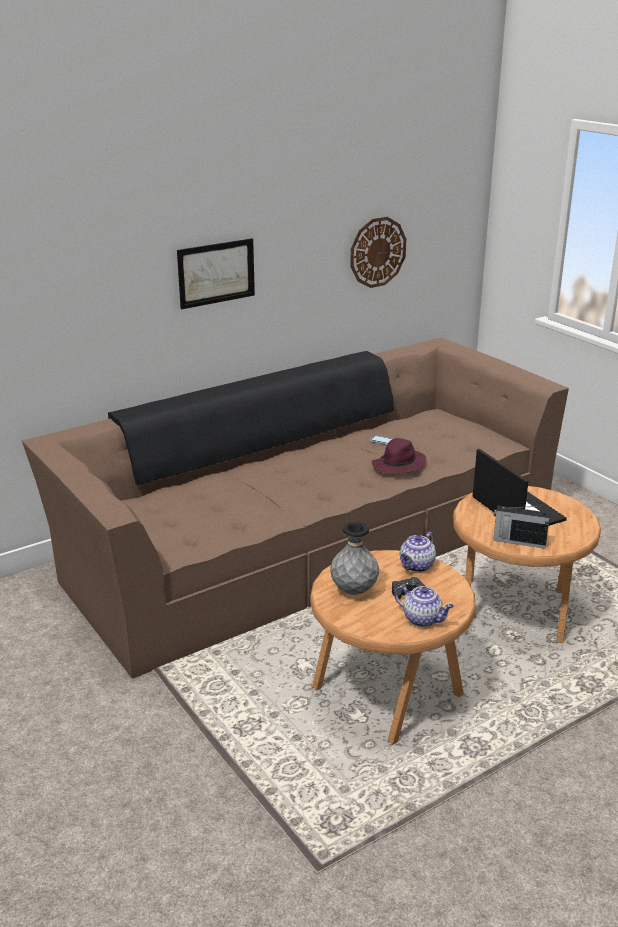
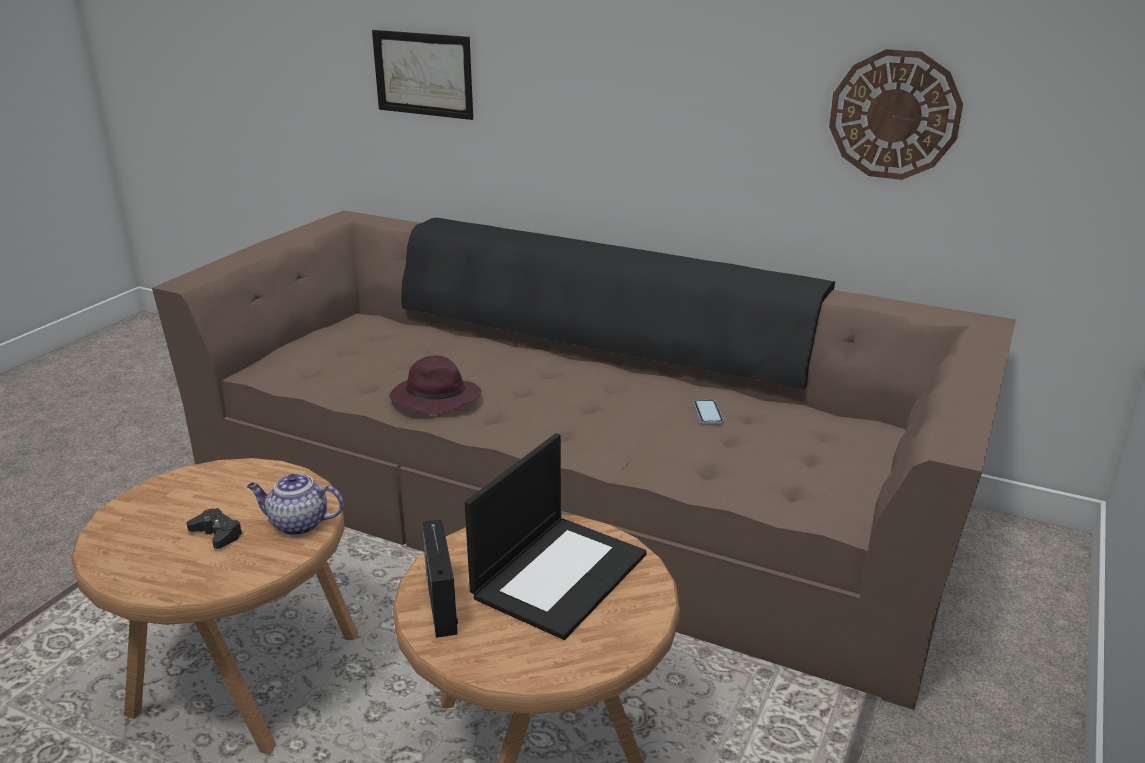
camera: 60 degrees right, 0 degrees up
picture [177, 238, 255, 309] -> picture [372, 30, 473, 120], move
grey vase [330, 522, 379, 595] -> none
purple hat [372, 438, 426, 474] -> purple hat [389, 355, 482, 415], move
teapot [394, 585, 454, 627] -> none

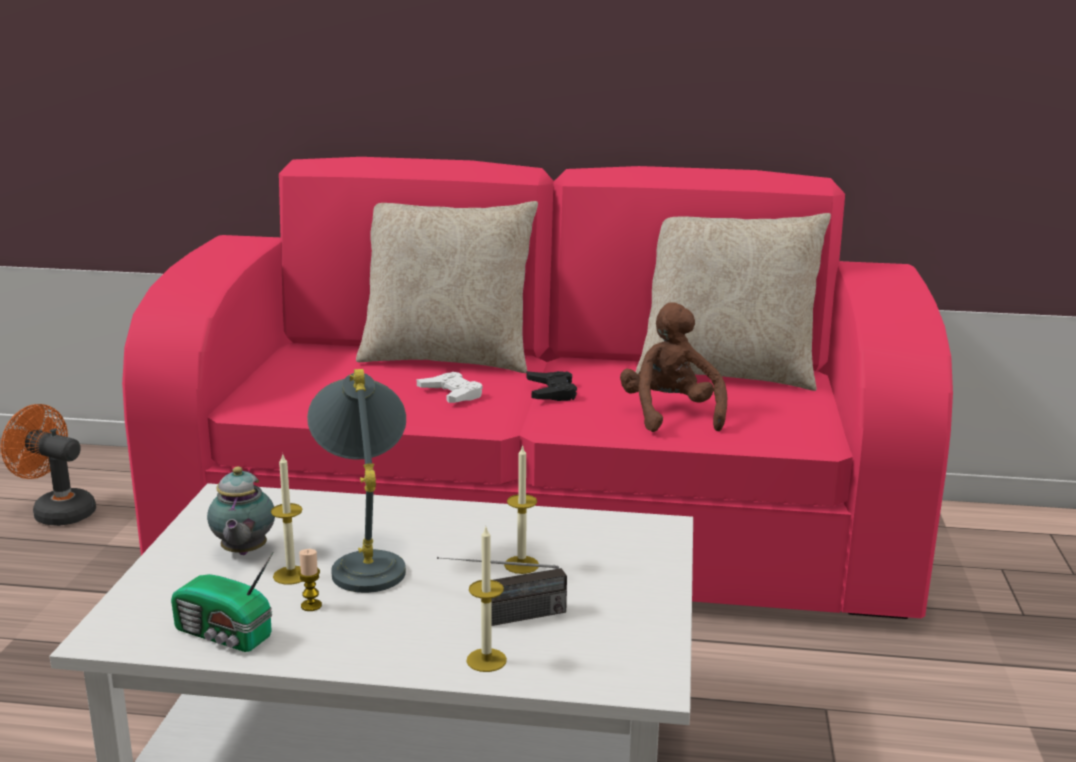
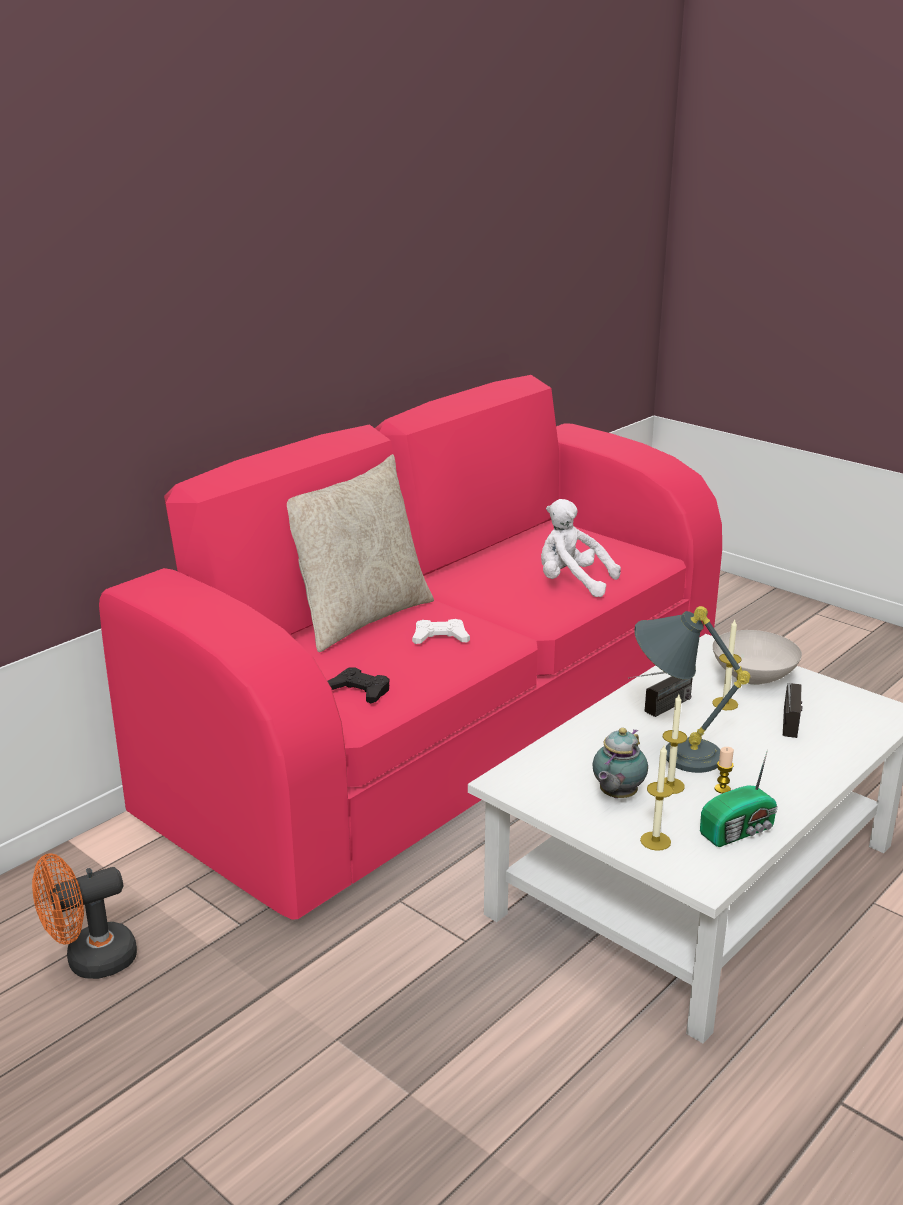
camera: 55 degrees left, 5 degrees up
teapot [207, 467, 275, 555] -> teapot [592, 728, 648, 798], 90 degrees clockwise
candle [466, 527, 507, 672] -> candle [640, 745, 674, 851], move
black game controller [527, 371, 577, 401] -> black game controller [328, 667, 389, 704], move
brown plush toy [620, 302, 727, 432] -> white plush toy [541, 499, 621, 597]
beige pillow [636, 213, 831, 391] -> none
none -> radio [628, 672, 693, 717]
none -> white bowl [712, 630, 802, 685]

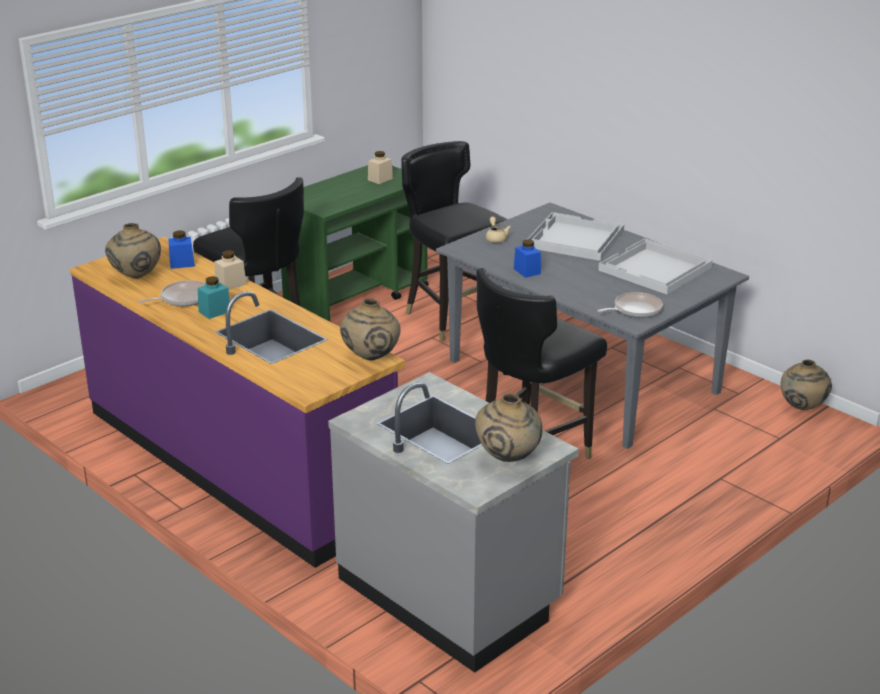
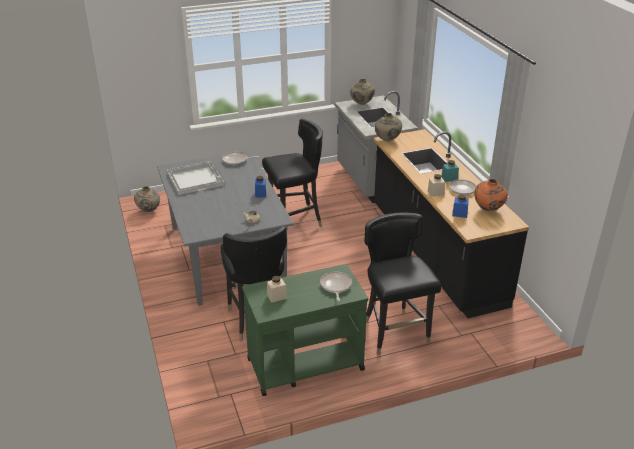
camera: 155 degrees left, 5 degrees up
purple counter [70, 237, 405, 568] -> black counter [373, 129, 529, 318]
beige vase [105, 223, 161, 279] -> orange vase [474, 179, 508, 211]
white tray [527, 212, 624, 261] -> none
none -> frying pan [320, 271, 352, 301]

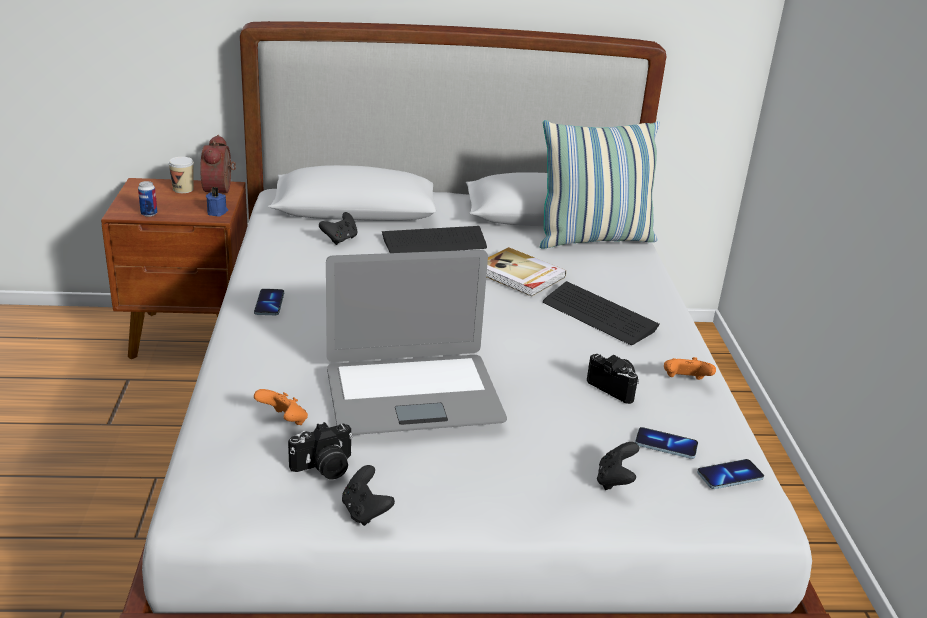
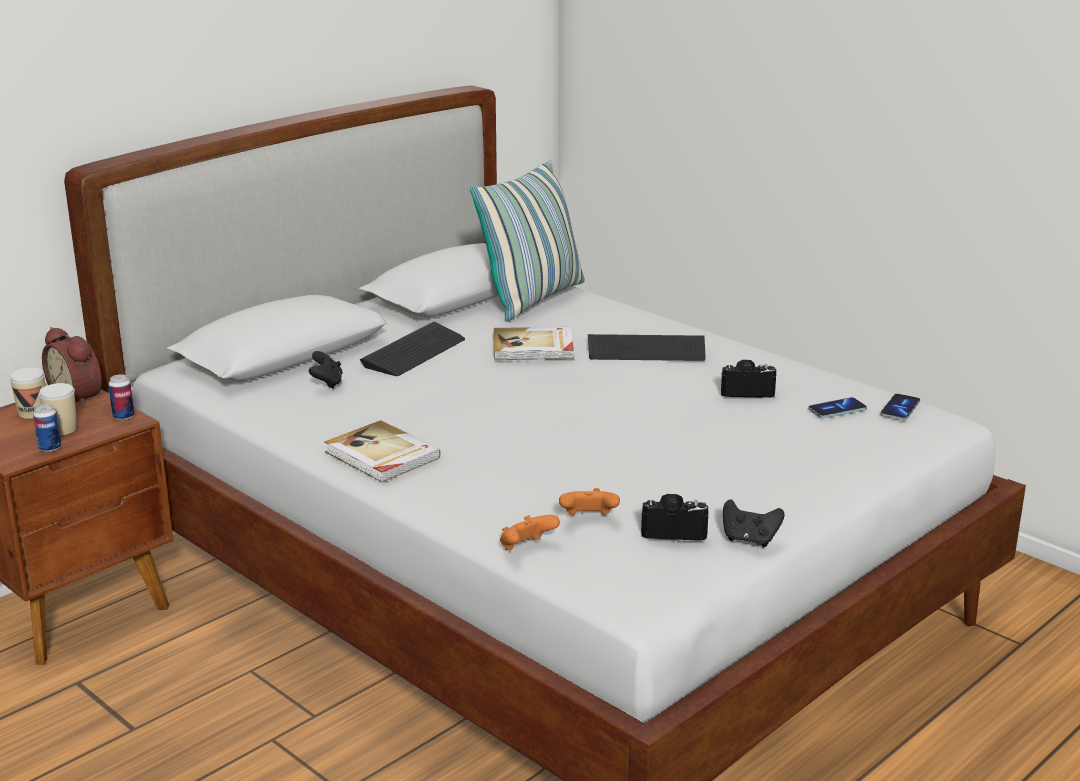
camera: 40 degrees left, 5 degrees down
blue candle [206, 187, 228, 216] -> can [108, 374, 134, 420]
phone [254, 289, 284, 315] -> book [325, 420, 441, 483]
photo camera [288, 422, 353, 480] -> photo camera [641, 494, 709, 541], 105 degrees counterclockwise
laptop [326, 250, 507, 435] -> none
black game controller [597, 442, 639, 490] -> none
orange game controller [664, 357, 716, 380] -> orange game controller [500, 515, 560, 550], move
none -> cup [39, 383, 77, 435]

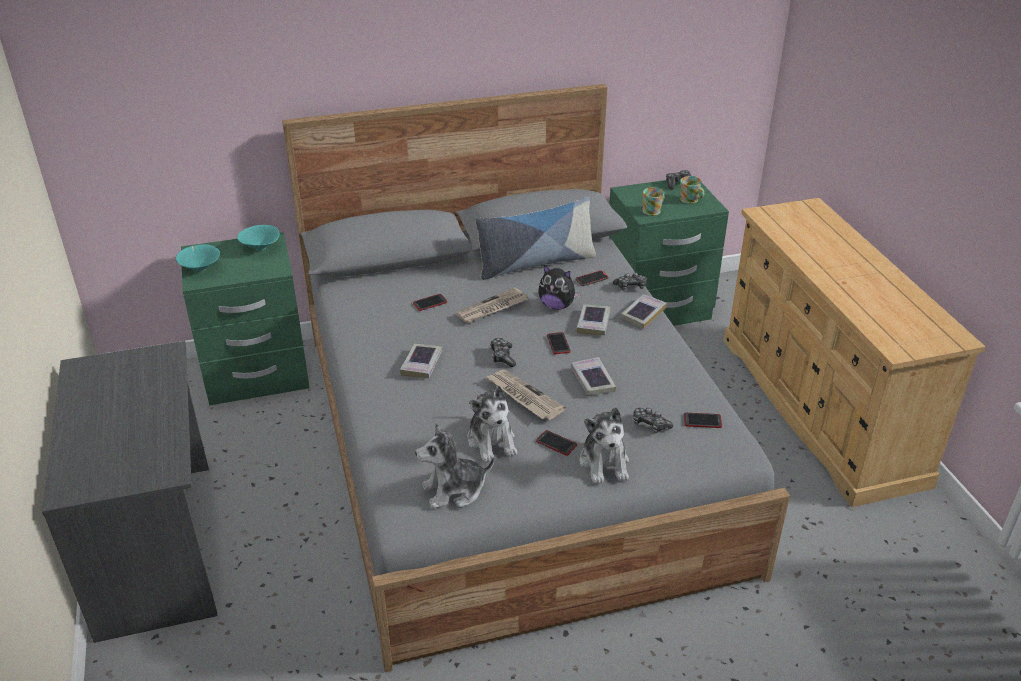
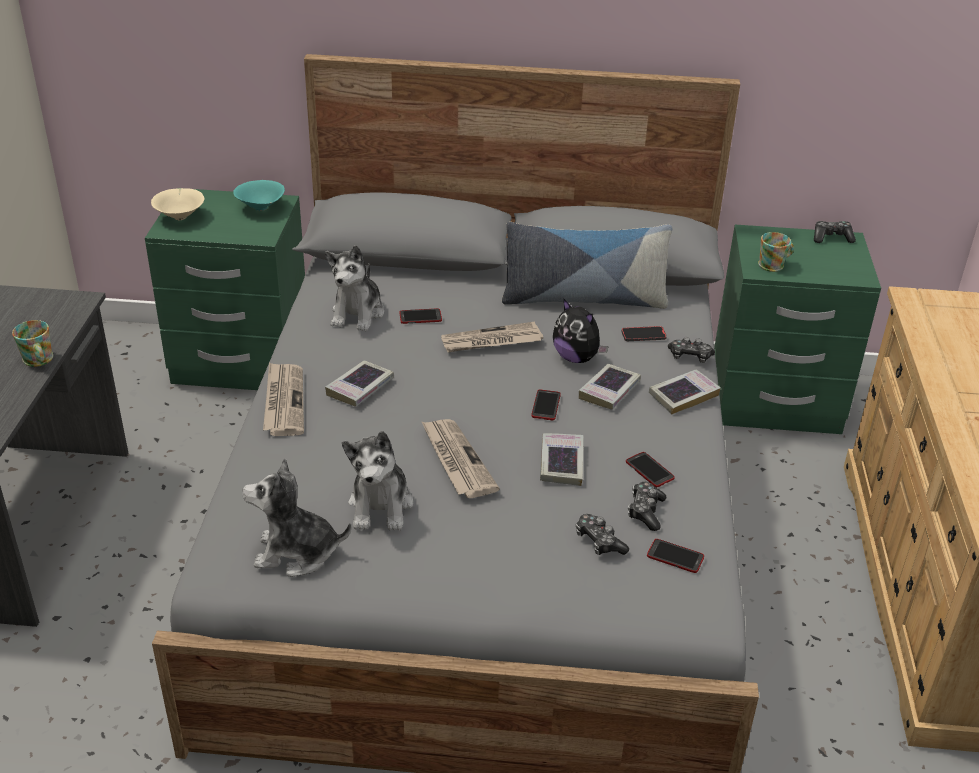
camera: 20 degrees right, 0 degrees up
turquoise bowl [176, 244, 220, 272] -> beige bowl [151, 188, 204, 220]
game controller [490, 338, 516, 367] -> game controller [628, 482, 666, 531], move
phone [536, 430, 577, 456] -> phone [626, 452, 675, 487], move
plush toy [580, 407, 629, 484] -> plush toy [325, 245, 384, 331], move
mug [680, 176, 704, 204] -> mug [12, 320, 53, 367], move
none -> newspaper [263, 362, 304, 436]

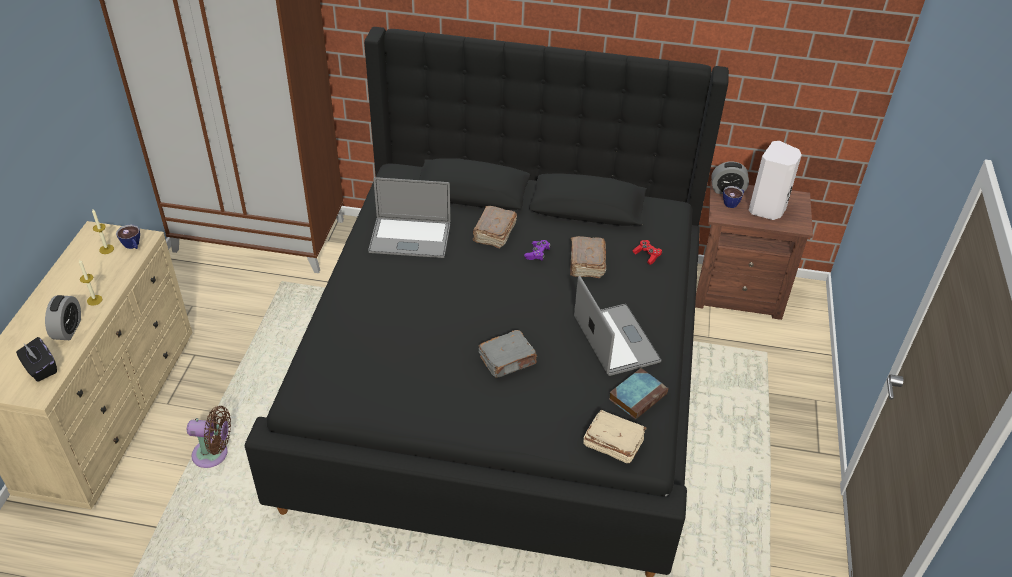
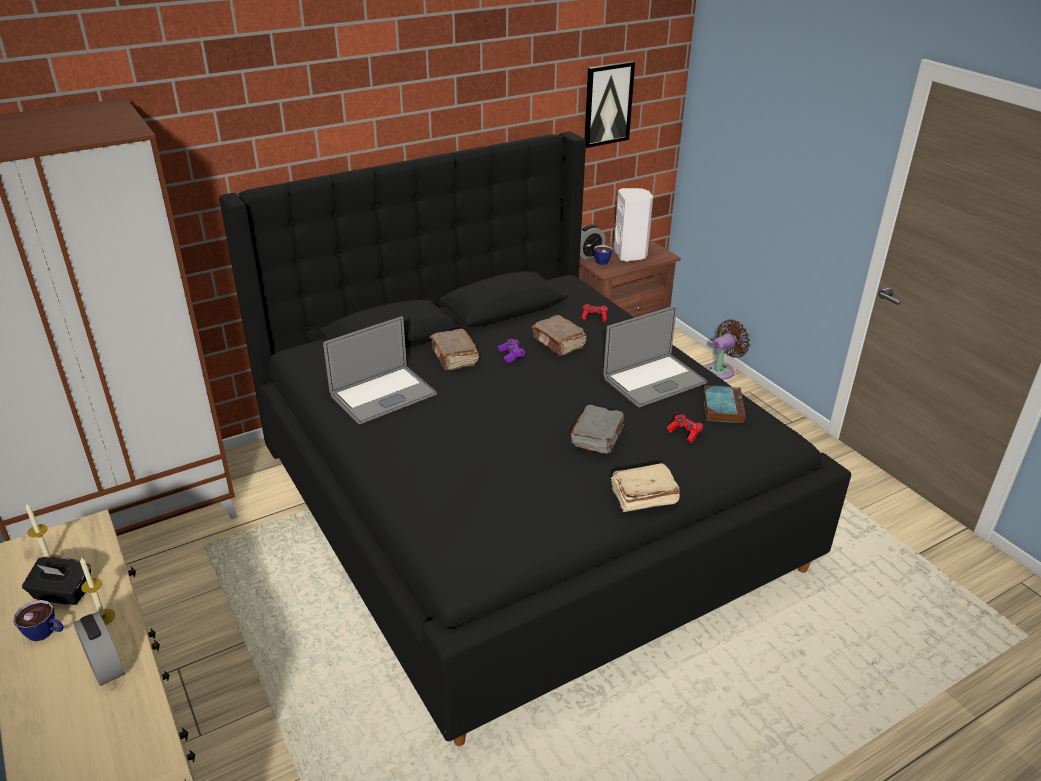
camera: 40 degrees left, 10 degrees down
black tissue box [16, 337, 57, 382] -> black tissue box [22, 557, 91, 605], move
cup [116, 224, 140, 249] -> cup [13, 600, 64, 641], move
brown fan [187, 406, 231, 468] -> brown fan [705, 320, 750, 380], move
laptop [574, 276, 661, 376] -> laptop [603, 305, 707, 407], 120 degrees clockwise
beige book [583, 410, 647, 463] -> beige book [611, 463, 680, 512], move
none -> picture [584, 61, 635, 148]
none -> red game controller [666, 414, 703, 443]

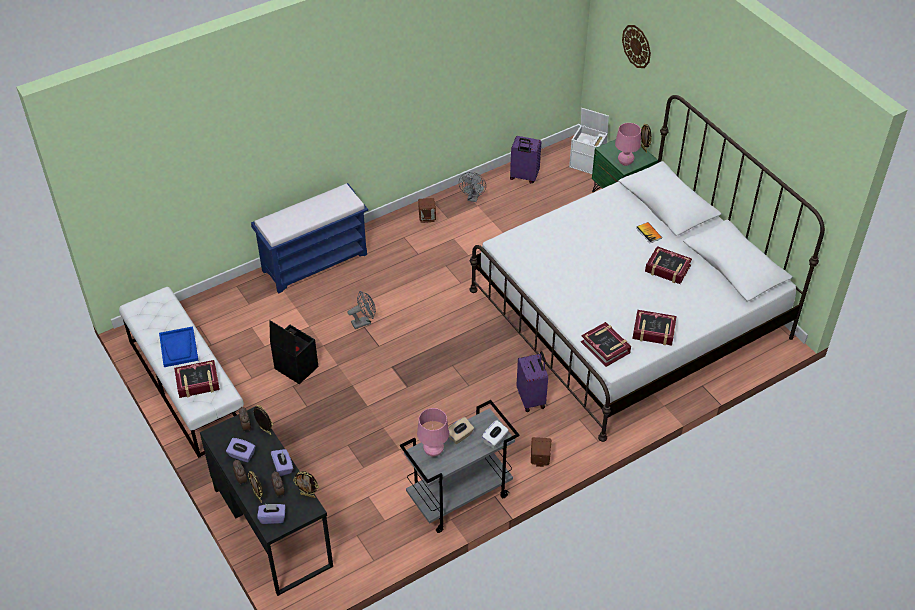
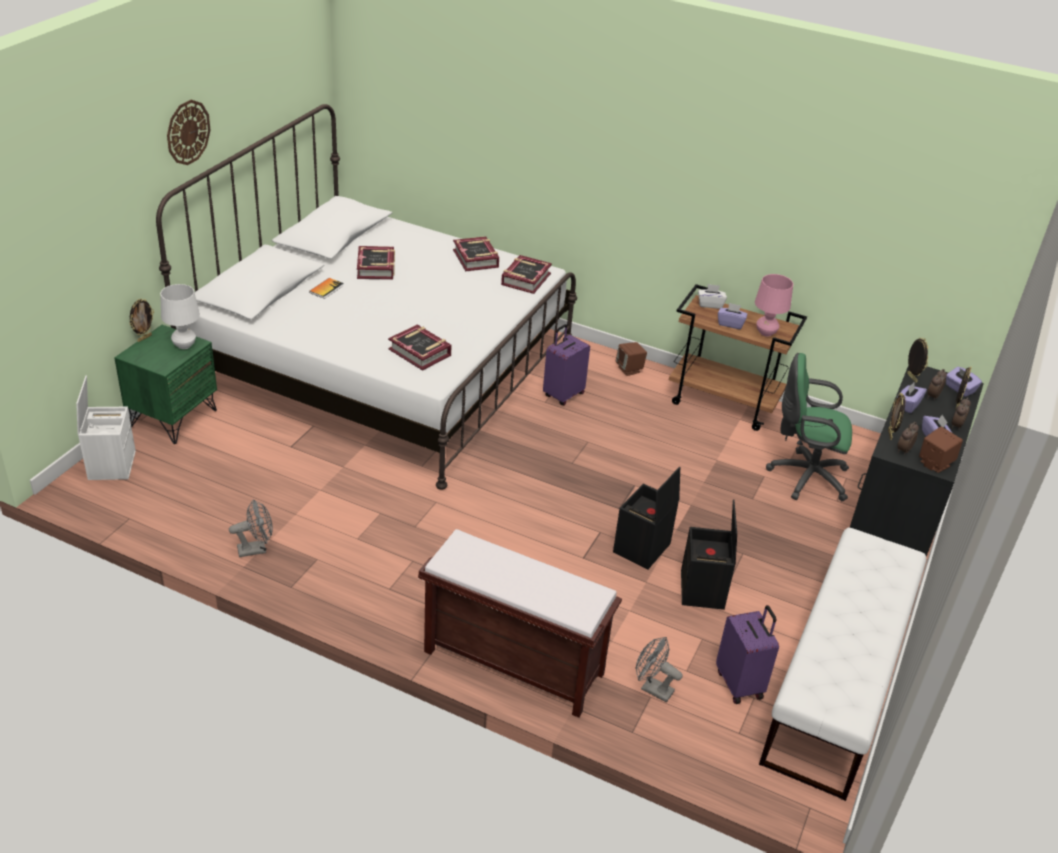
camera: 125 degrees left, 10 degrees down
blue tray [159, 326, 199, 367] -> none
book [174, 360, 220, 398] -> book [388, 325, 452, 371], move
blue bench [251, 183, 368, 294] -> brown bench [418, 529, 622, 718]
grey fan [347, 291, 376, 329] -> grey fan [635, 637, 683, 703], move
grey cart [400, 400, 519, 533] -> brown cart [669, 284, 807, 431]
brown speaker [418, 198, 436, 223] -> brown speaker [919, 427, 963, 473], move
beige tissue box [449, 417, 474, 444] -> purple tissue box [718, 303, 747, 329]
purple suitcase [510, 136, 541, 183] -> purple suitcase [716, 605, 779, 704], move
pink table lamp [615, 123, 641, 166] -> white table lamp [160, 284, 200, 349]
wall clock [622, 25, 651, 68] -> wall clock [167, 100, 211, 165], move
none -> black storage box [613, 467, 680, 569]
none -> green office chair [766, 353, 852, 501]

